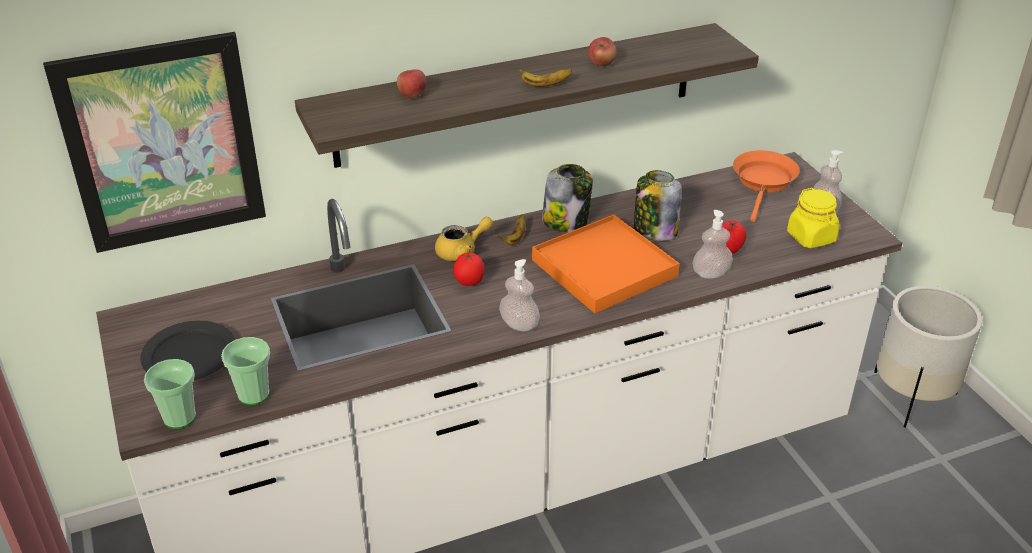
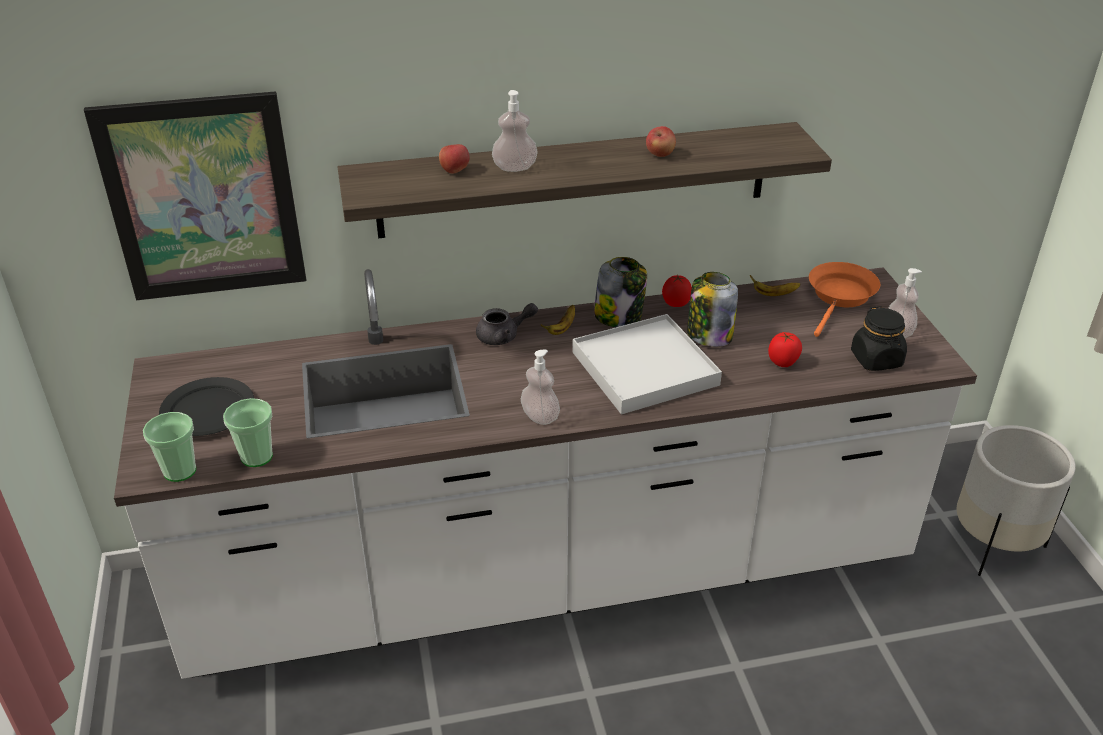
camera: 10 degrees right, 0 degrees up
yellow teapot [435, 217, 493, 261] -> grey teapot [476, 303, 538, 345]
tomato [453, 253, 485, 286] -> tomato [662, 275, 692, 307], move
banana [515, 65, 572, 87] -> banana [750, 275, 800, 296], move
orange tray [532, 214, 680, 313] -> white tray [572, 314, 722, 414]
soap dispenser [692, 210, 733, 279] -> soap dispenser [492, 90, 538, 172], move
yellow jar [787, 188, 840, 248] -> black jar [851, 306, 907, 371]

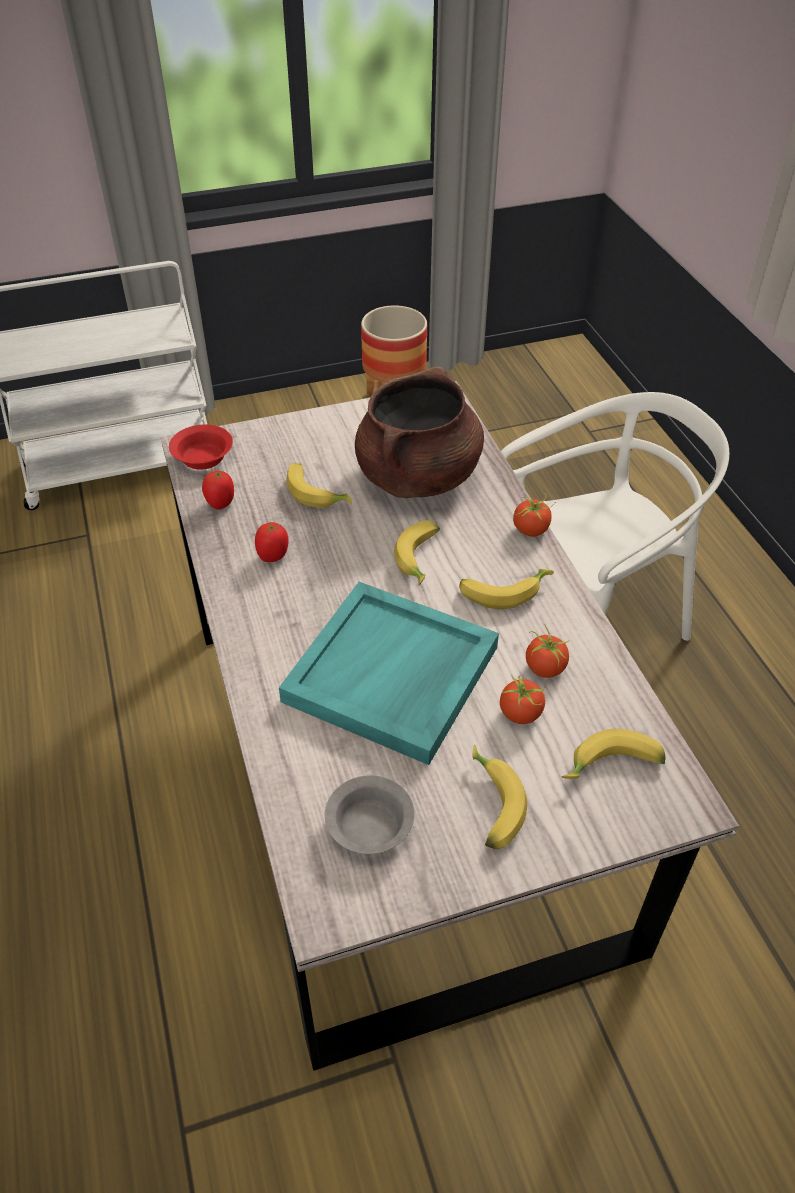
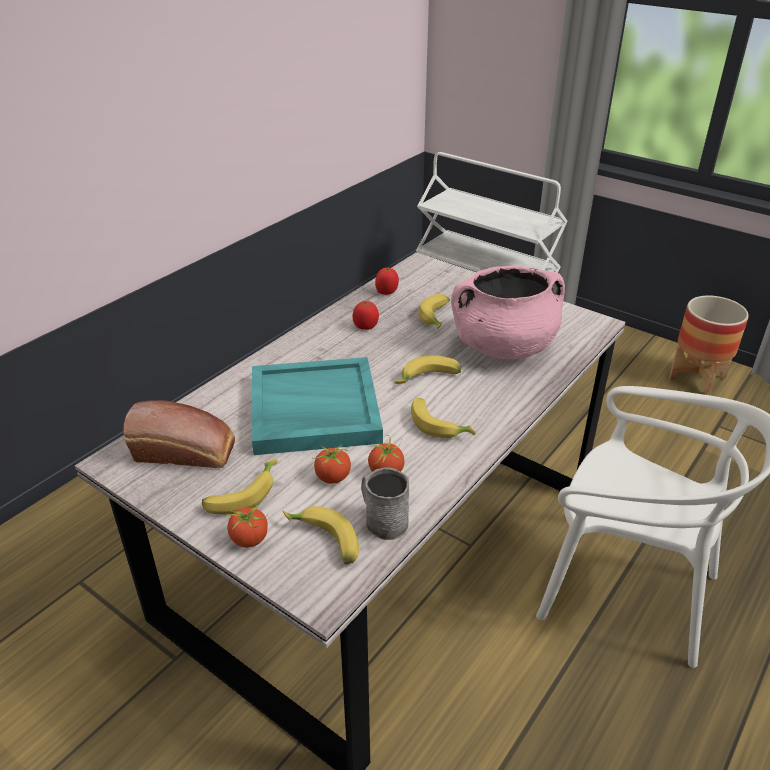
camera: 55 degrees right, 10 degrees down
red bowl [169, 425, 233, 470] -> none
grey bowl [325, 775, 415, 854] -> bread [124, 400, 235, 468]
brown cooking pot [355, 366, 484, 498] -> pink cooking pot [451, 266, 565, 359]
tomato [513, 493, 556, 537] -> tomato [226, 503, 268, 548], move
none -> grey mug [361, 468, 409, 540]

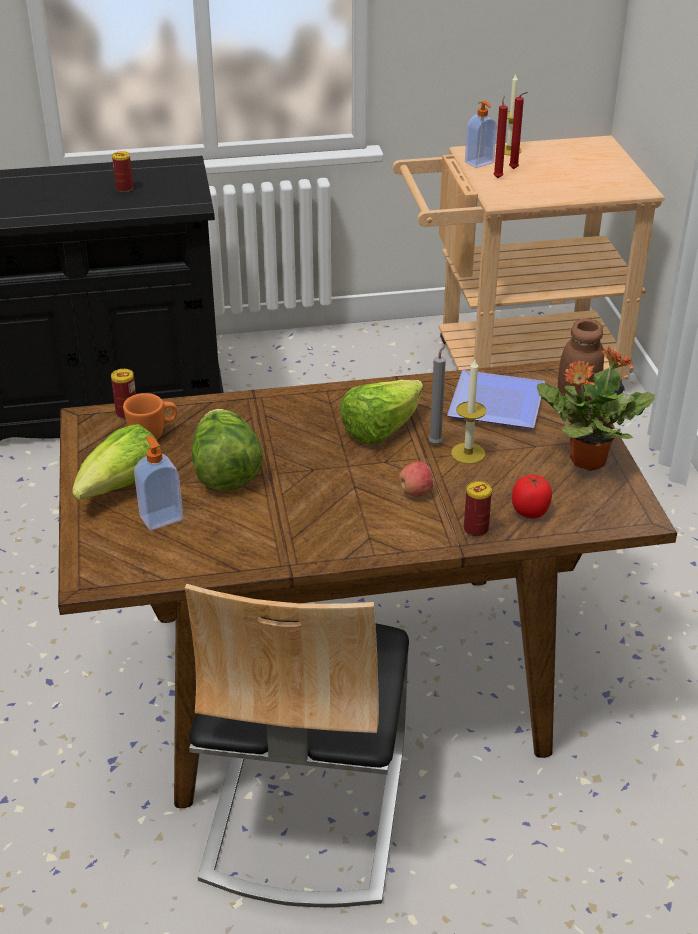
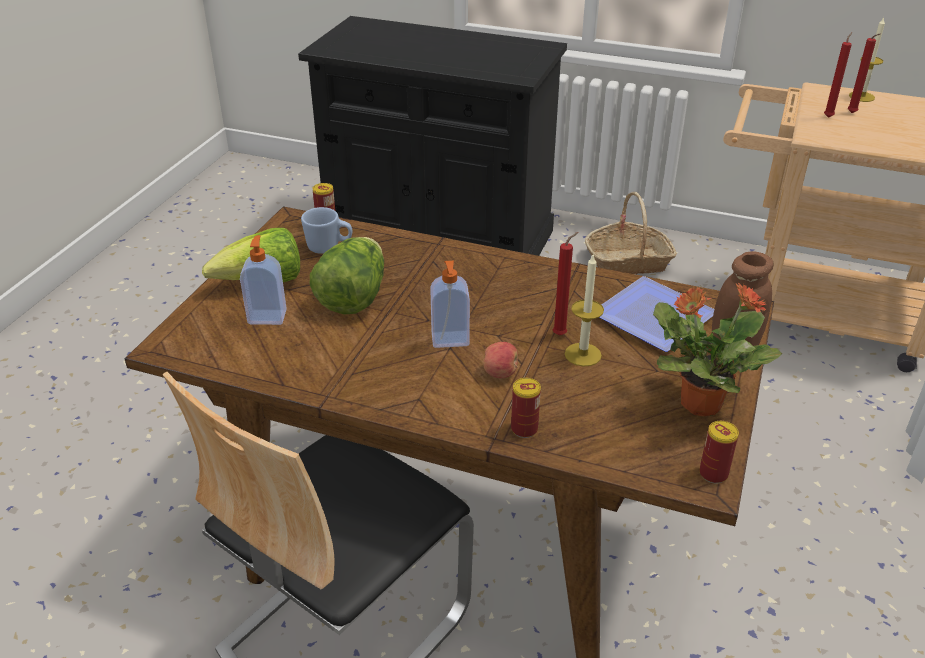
camera: 30 degrees right, 0 degrees up
can [112, 151, 133, 192] -> can [699, 421, 739, 484], move
orange mug [123, 393, 177, 440] -> blue mug [301, 207, 352, 254]
lettuce [340, 380, 423, 445] -> none
grey candle [429, 344, 446, 444] -> red candle [553, 232, 578, 335]
soap dispenser [465, 101, 497, 168] -> soap dispenser [430, 261, 470, 348], move
tomato [512, 475, 552, 519] -> none
none -> basket [585, 192, 677, 274]

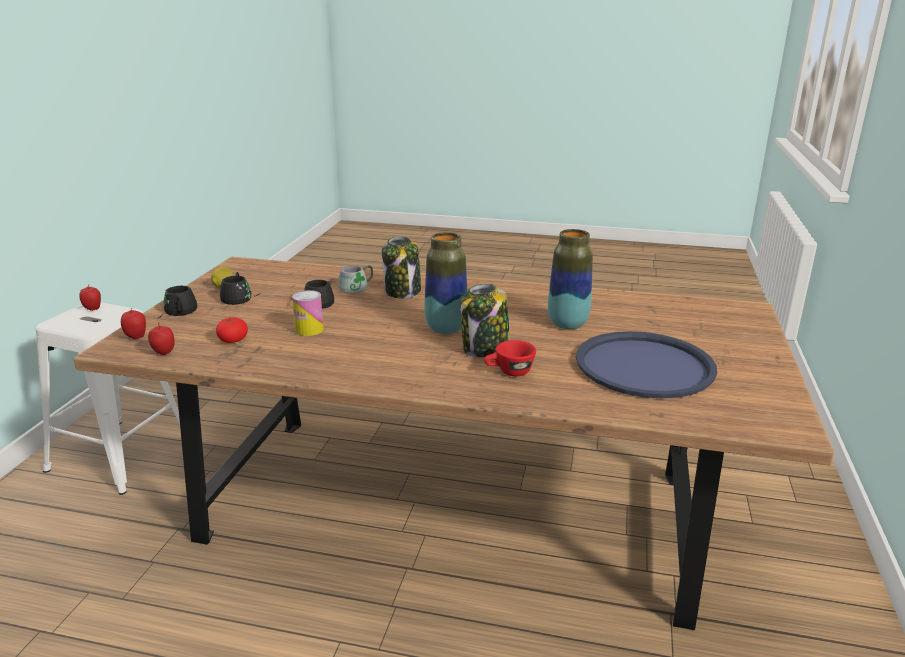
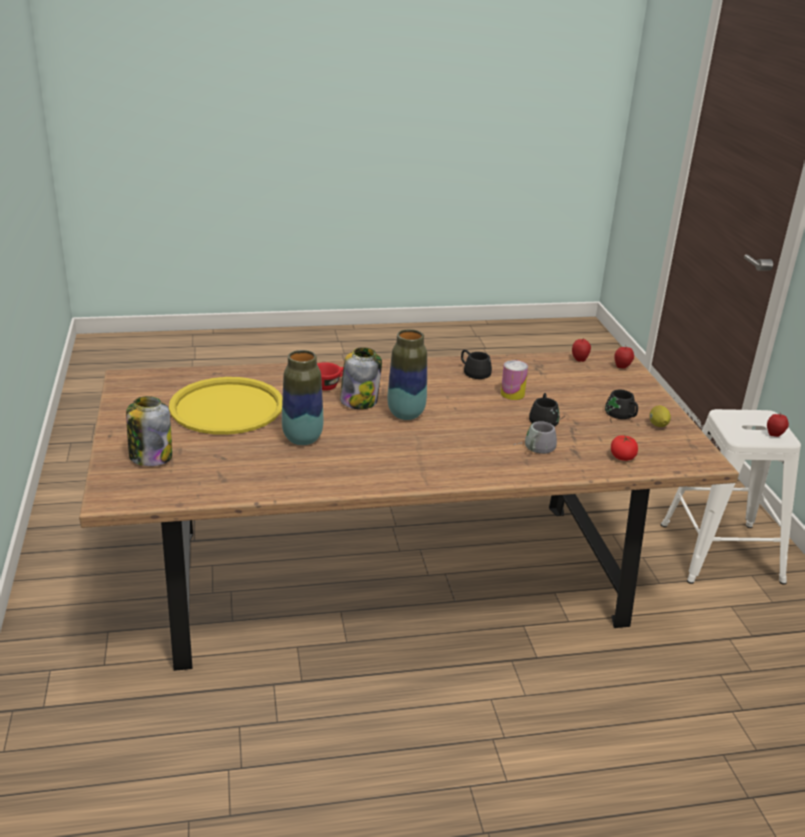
camera: 155 degrees right, 5 degrees up
black mug [158, 286, 197, 319] -> black mug [461, 350, 492, 379], move
tomato [216, 317, 248, 343] -> tomato [611, 436, 638, 461], move
jar [382, 236, 421, 298] -> jar [126, 396, 172, 466], move
blue tray [576, 331, 717, 398] -> yellow tray [169, 377, 282, 435]

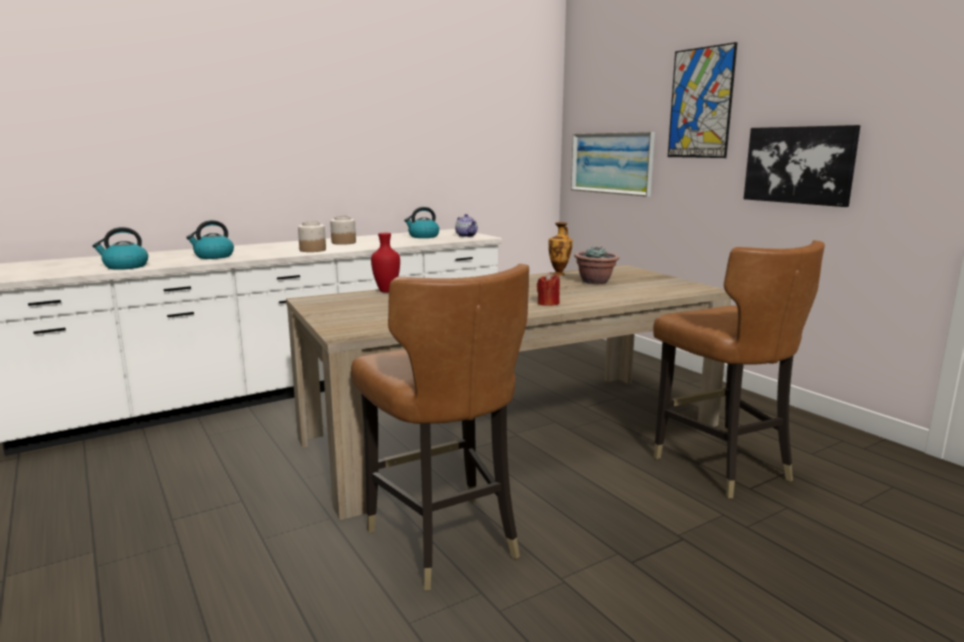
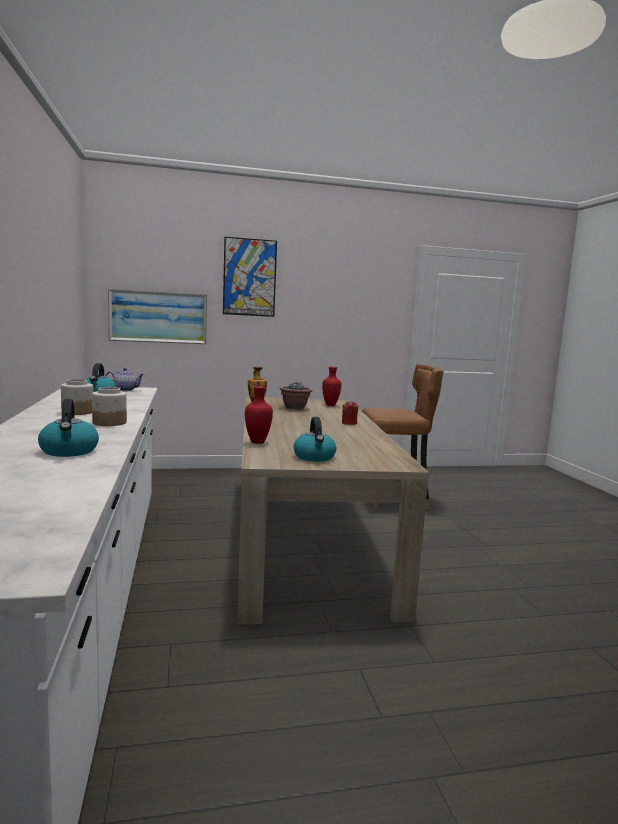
camera: 70 degrees left, 5 degrees down
kettle [92, 227, 148, 270] -> kettle [294, 417, 336, 462], move
brown chair [351, 264, 529, 590] -> none
picture [744, 125, 860, 207] -> none
none -> red vase [322, 367, 341, 406]

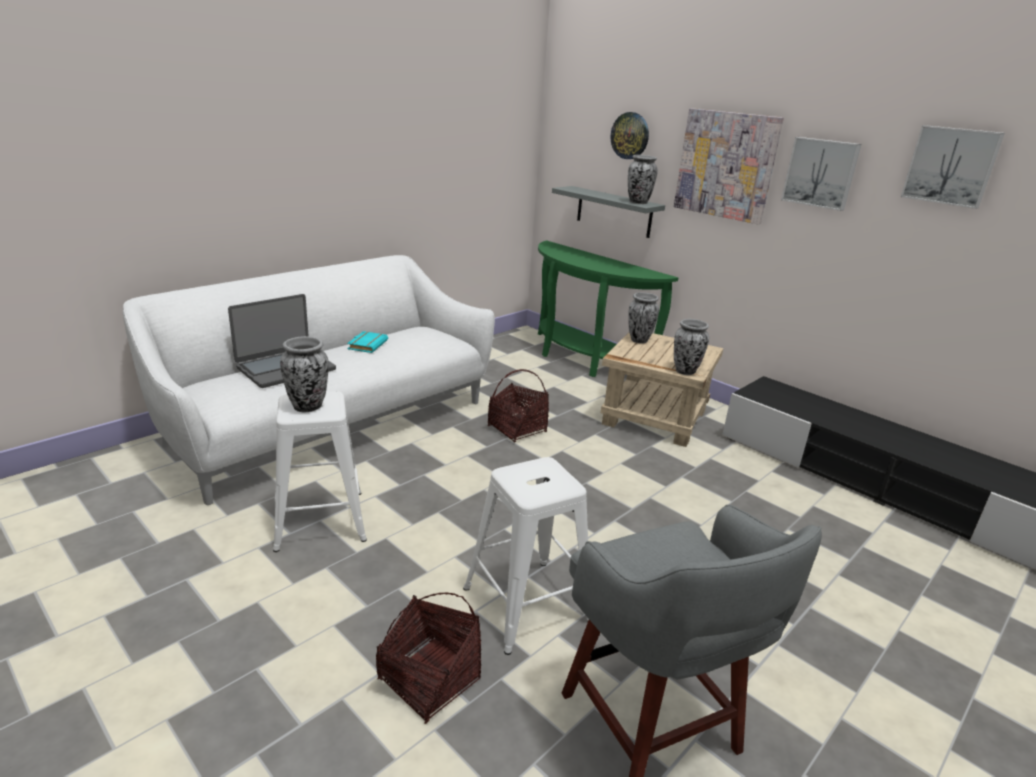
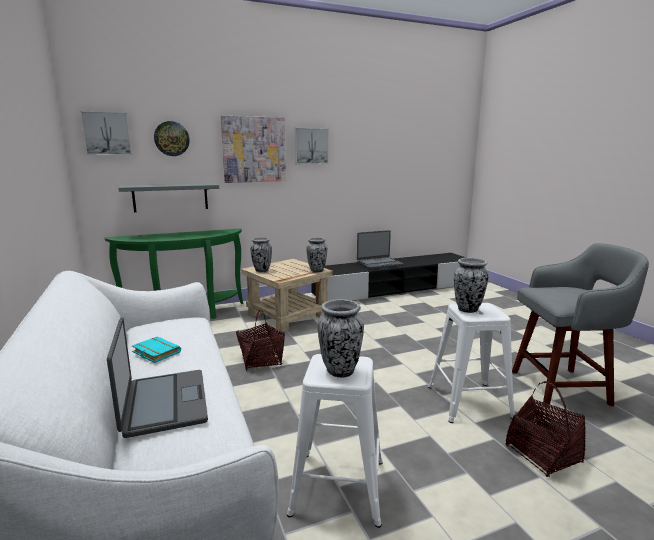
camera: 65 degrees left, 10 degrees down
vase [628, 155, 658, 204] -> vase [454, 258, 489, 313], move
picture [901, 125, 1005, 209] -> picture [80, 111, 132, 155], move
none -> laptop [357, 230, 404, 269]

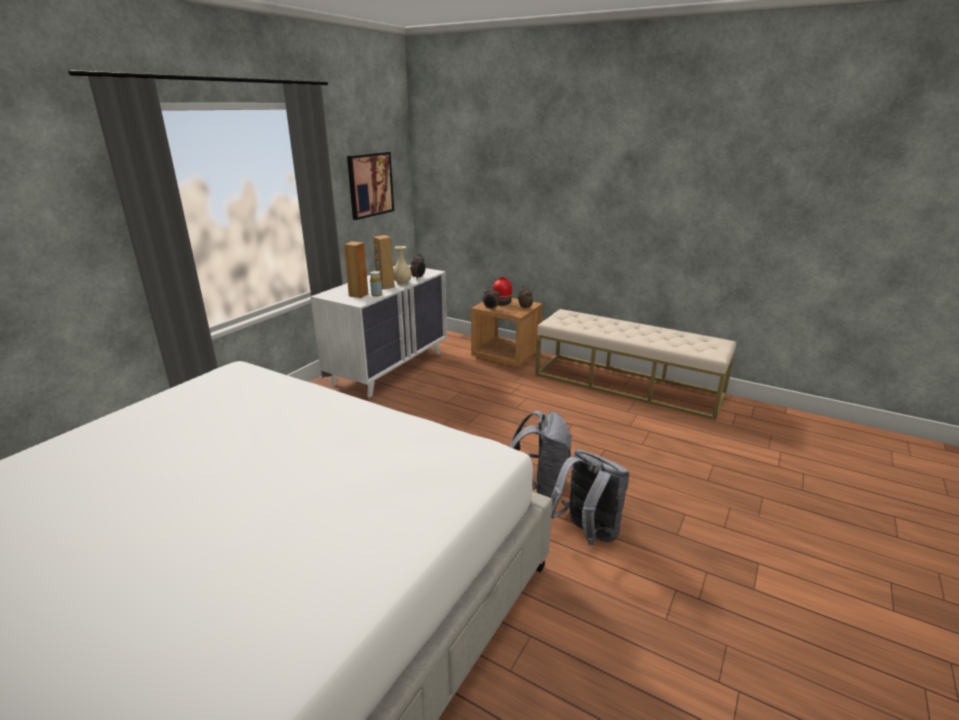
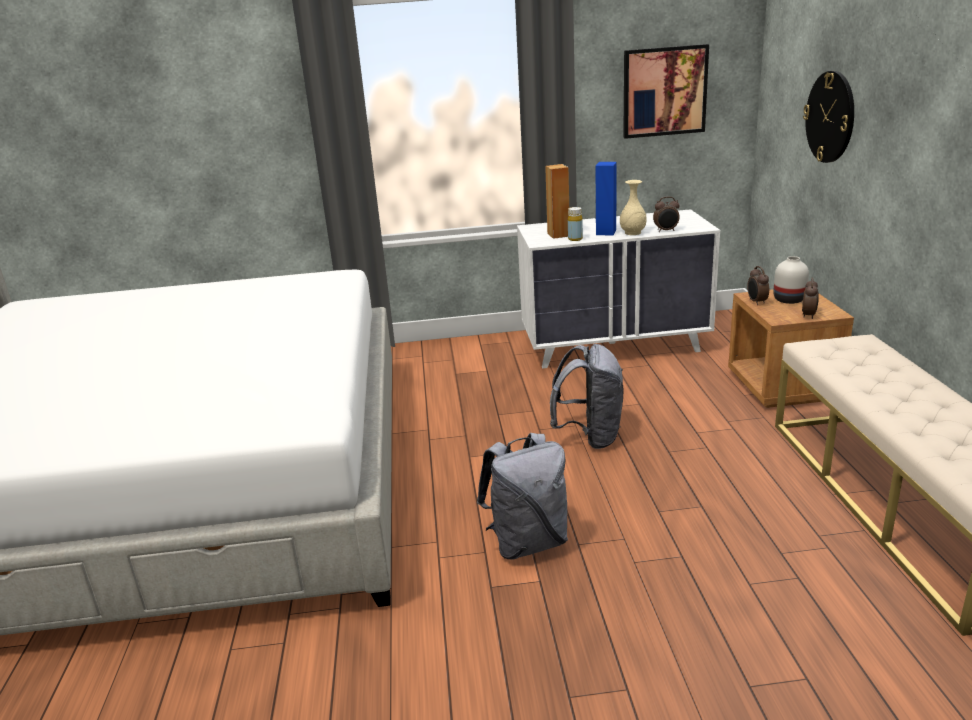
camera: 55 degrees right, 0 degrees up
brown speaker [373, 235, 395, 290] -> blue speaker [595, 162, 617, 236]
red vase [493, 277, 512, 306] -> white vase [773, 256, 809, 304]
grey backpack [551, 449, 629, 546] -> grey backpack [550, 344, 624, 449], move
none -> wall clock [803, 71, 854, 163]

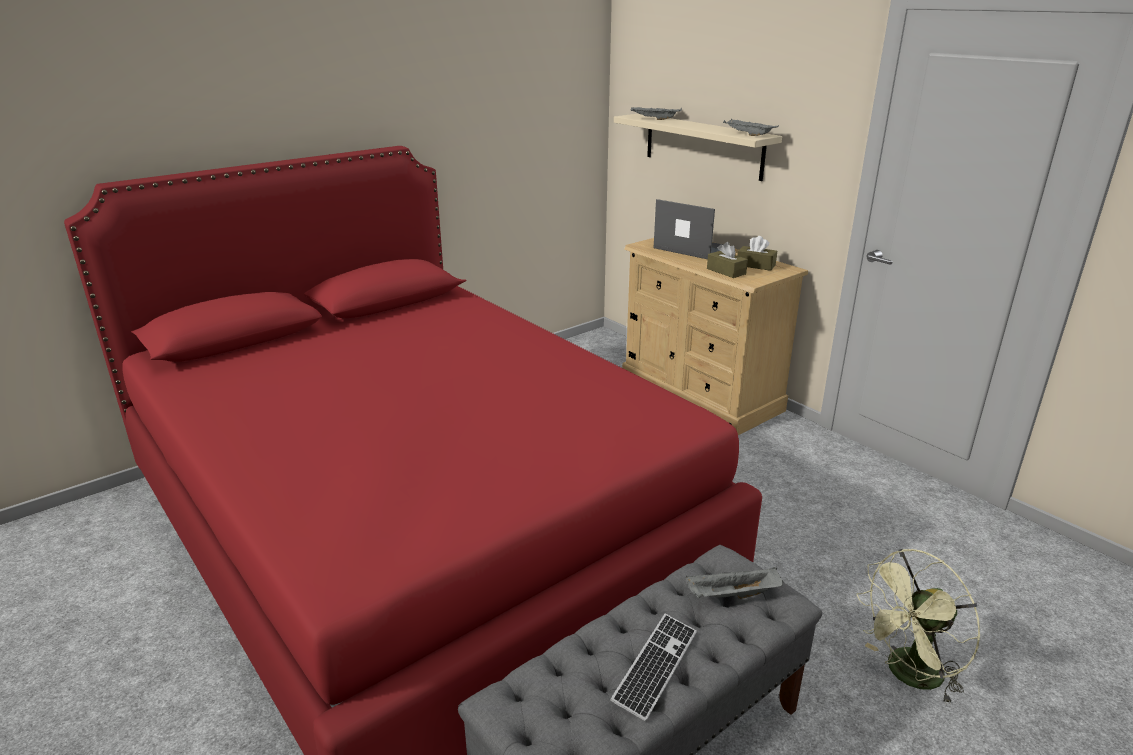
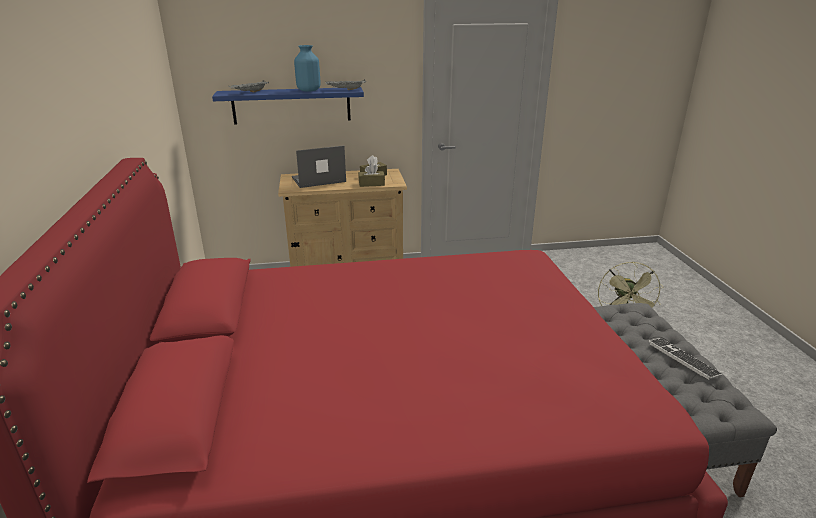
camera: 60 degrees left, 0 degrees up
beige shelf [614, 114, 782, 181] -> blue shelf [212, 87, 364, 124]
grey tray [686, 567, 783, 599] -> none
none -> blue vase [294, 45, 321, 92]

